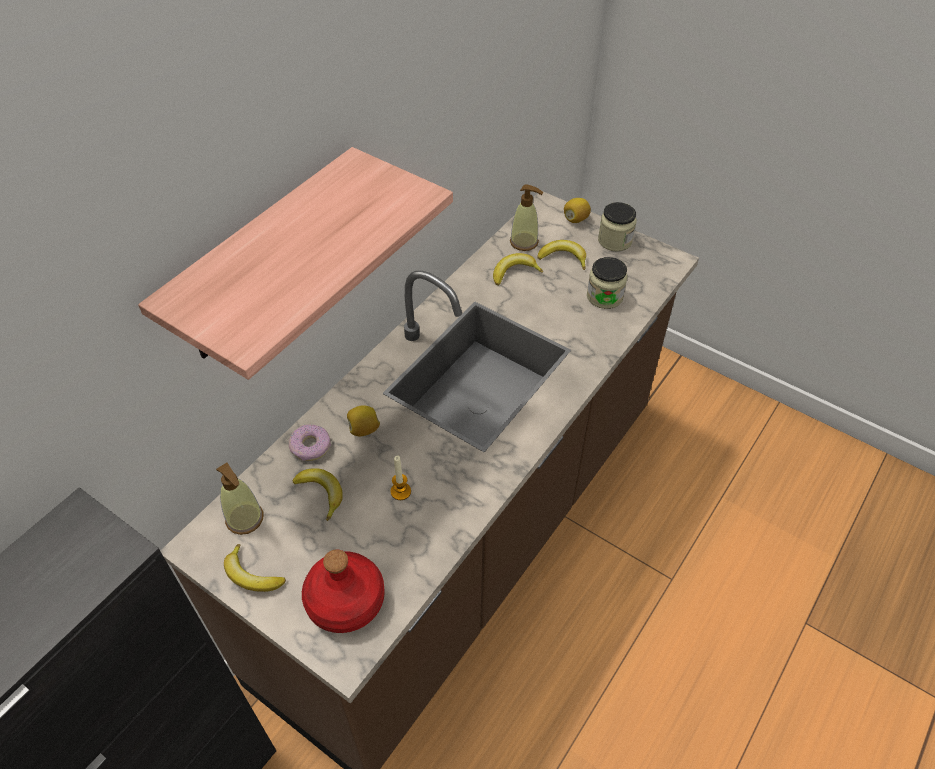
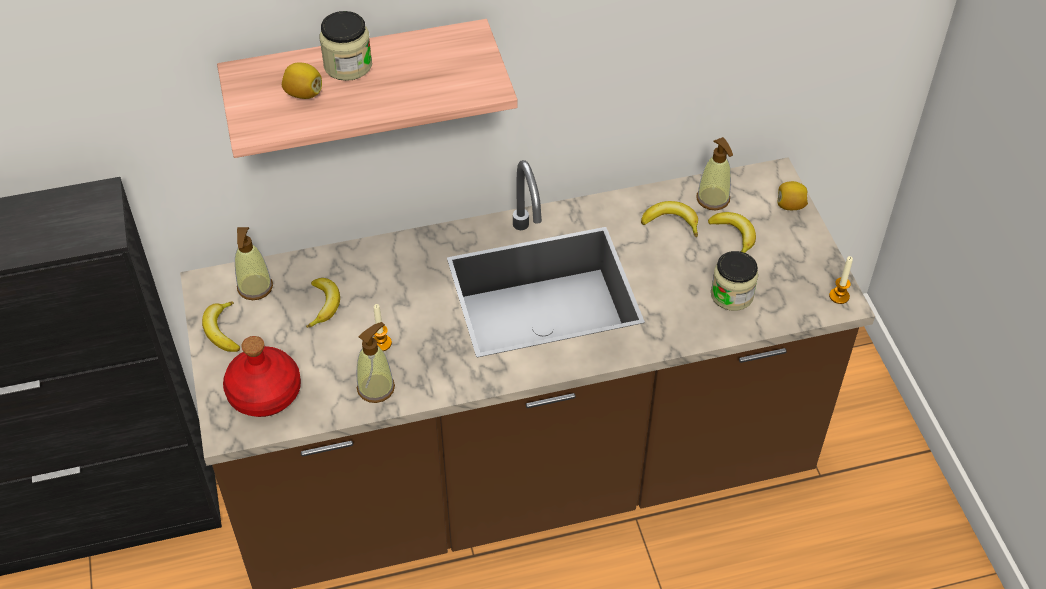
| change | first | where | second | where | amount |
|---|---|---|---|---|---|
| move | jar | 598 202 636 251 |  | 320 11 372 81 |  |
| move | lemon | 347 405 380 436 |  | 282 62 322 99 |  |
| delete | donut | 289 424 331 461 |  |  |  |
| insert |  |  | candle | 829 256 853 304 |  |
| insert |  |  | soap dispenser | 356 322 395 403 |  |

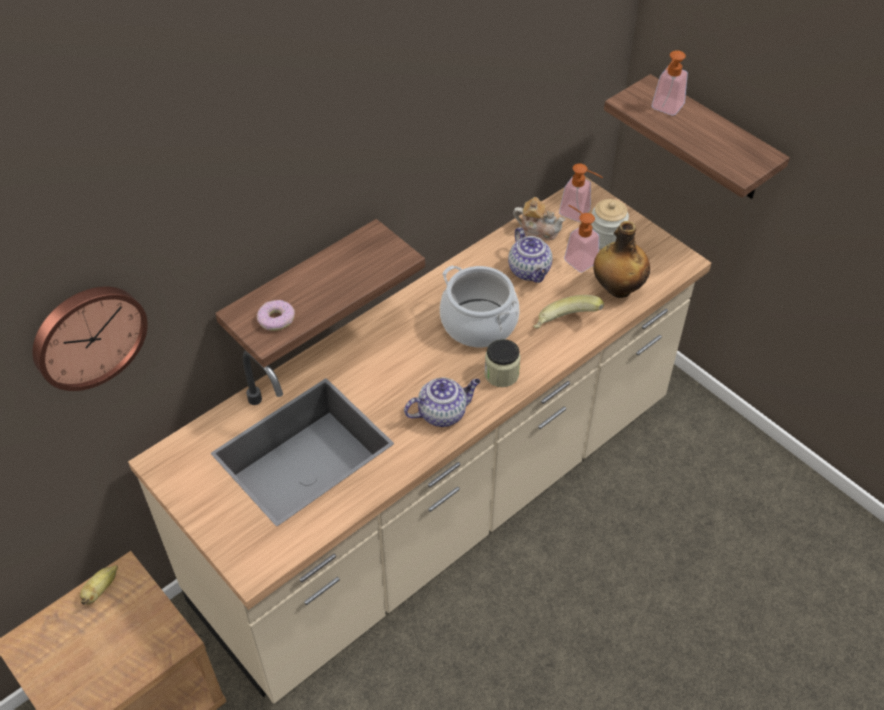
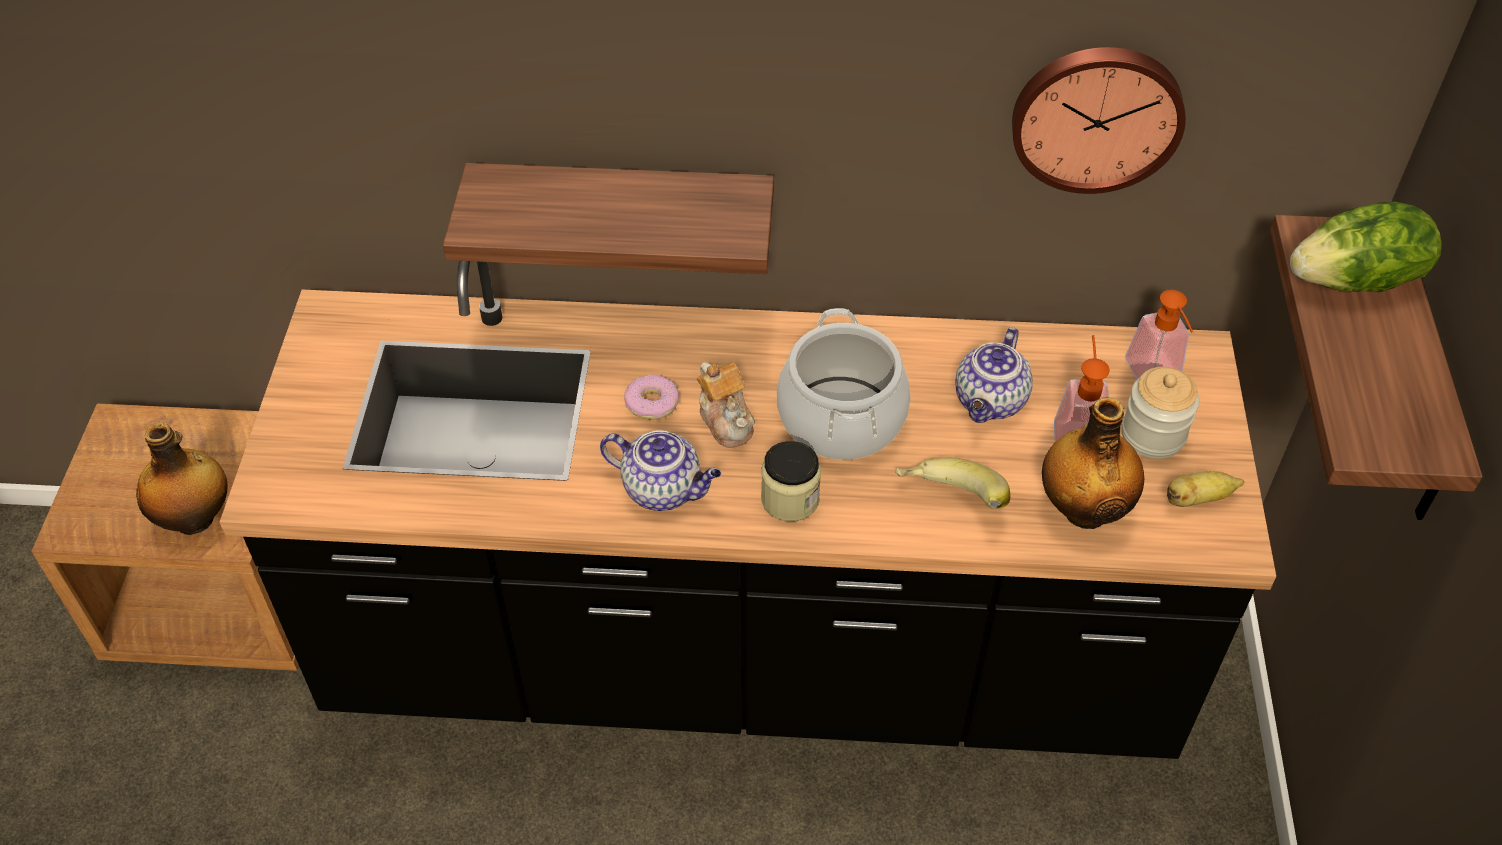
| change | first | where | second | where | amount |
|---|---|---|---|---|---|
| replace | soap dispenser | 652 50 688 115 | lettuce | 1290 202 1442 292 |  |
| recolor | counter (beige) | 128 176 711 704 | counter (black) | 220 261 1276 759 |  |
| move | teapot | 513 197 566 240 |  | 697 362 755 448 |  |
| move | wall clock | 32 287 148 391 |  | 1012 47 1186 194 |  |
| move | donut | 257 300 295 331 |  | 624 375 679 420 |  |
| move | banana | 80 565 118 605 |  | 1167 471 1244 507 |  |
| insert |  |  | bottle | 136 423 228 535 |  |

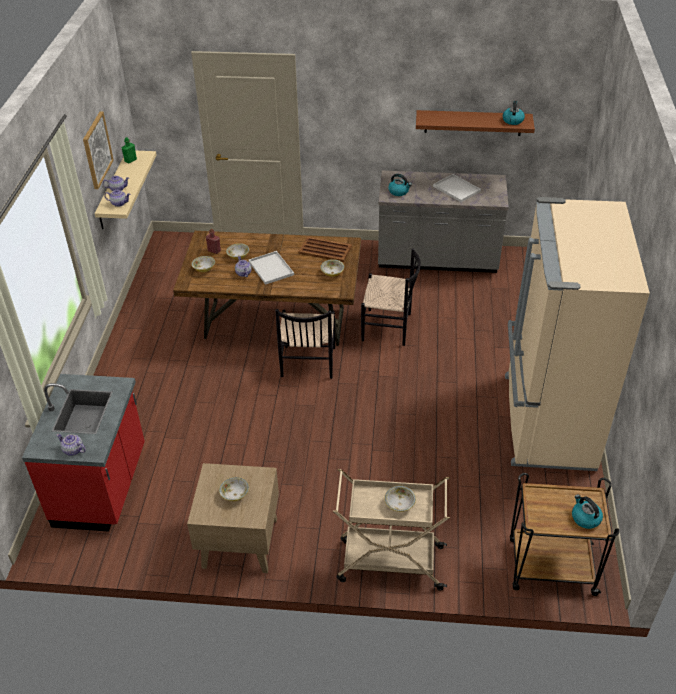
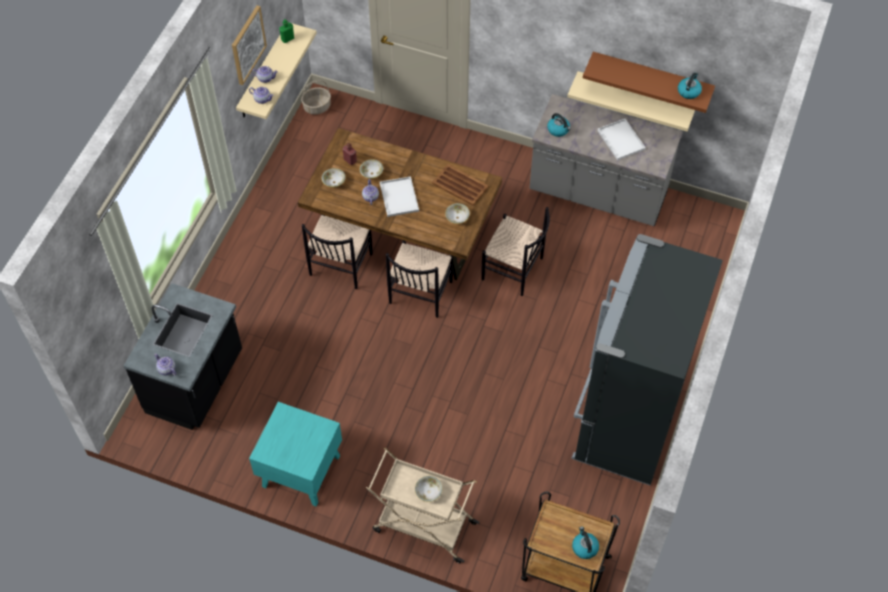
| change | first | where | second | where | amount |
|---|---|---|---|---|---|
| recolor | fridge (beige) | 505 197 650 471 | fridge (black) | 571 234 723 486 |  |
| recolor | counter (red) | 22 374 145 532 | counter (black) | 124 283 242 430 |  |
| recolor | nightstand (beige) | 187 463 279 573 | nightstand (turquoise) | 249 402 342 507 |  |
| delete | bowl | 219 477 249 501 |  |  |  |
| insert |  |  | shelf (beige) | 567 71 695 132 |  |
| insert |  |  | basket | 301 80 331 115 |  |
| insert |  |  | chair (black) | 302 214 373 289 |  |

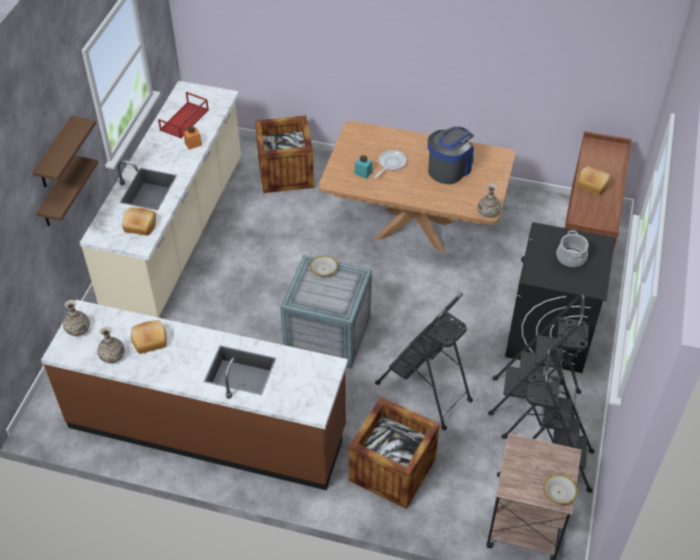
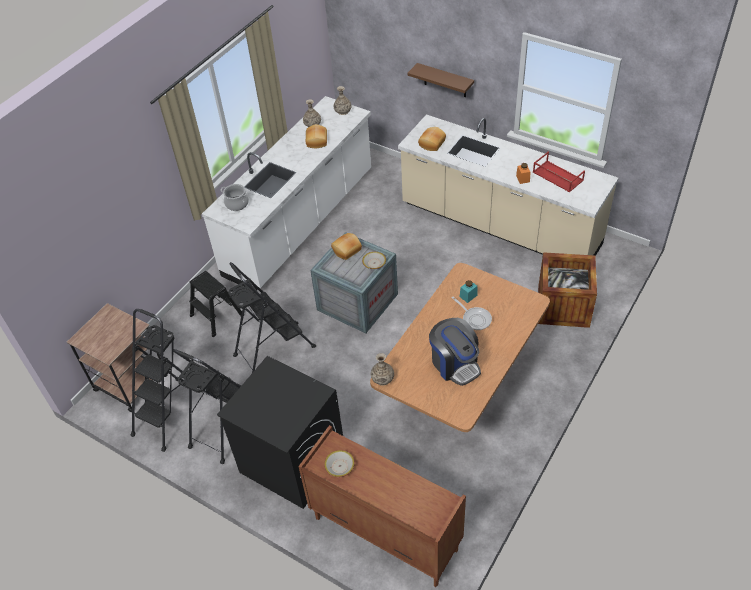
| change | first | where | second | where | amount |
|---|---|---|---|---|---|
| delete | shelf (brown) | 32 116 96 187 |  |  |  |
| move | bread | 578 166 610 196 |  | 331 233 362 260 |  |
| move | cooking pot | 556 230 589 267 |  | 220 184 249 211 |  |
| recolor | counter (brown) | 41 300 348 490 | counter (white) | 202 96 371 290 |  |
| replace | crate | 349 397 440 509 | step ladder (black) | 189 271 242 337 |  |
| move | bowl | 543 474 577 505 |  | 324 450 355 477 |  |

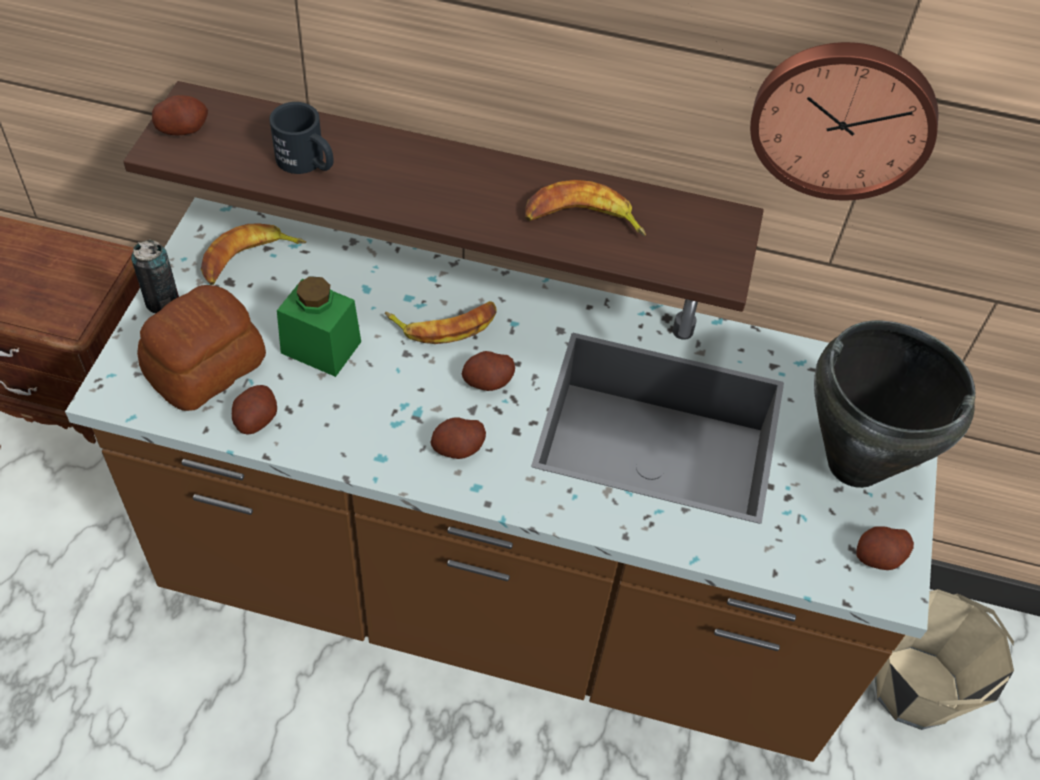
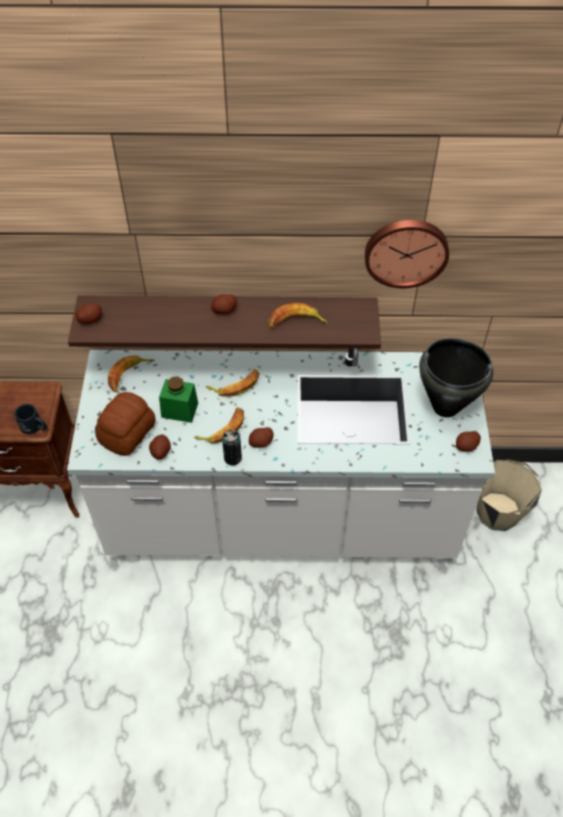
| change | first | where | second | where | amount |
|---|---|---|---|---|---|
| move | mug (black) | 269 102 334 174 |  | 14 403 47 434 |  |
| recolor | counter (brown) | 65 197 938 762 | counter (white) | 67 349 495 558 |  |
| move | can | 131 240 179 313 |  | 222 430 242 465 |  |
| move | potato | 462 351 515 391 |  | 211 294 237 314 |  |
| insert |  |  | banana | 194 407 244 444 |  |

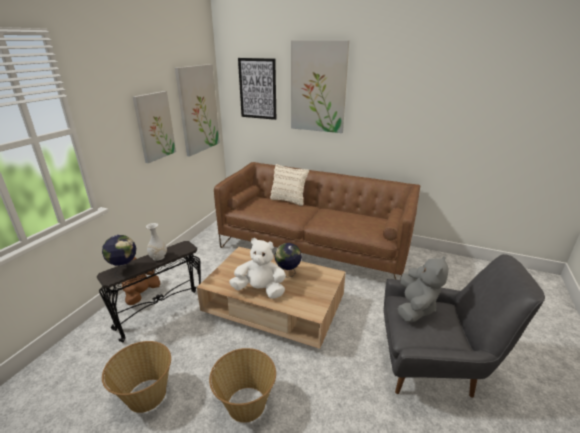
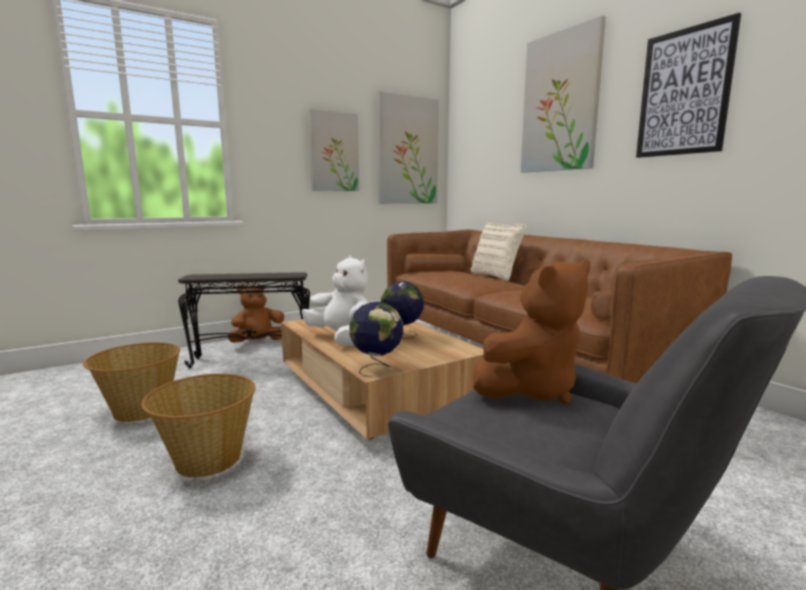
| change | first | where | second | where | amount |
|---|---|---|---|---|---|
| move | picture | 238 58 276 120 |  | 636 13 741 158 |  |
| delete | vase (white) | 146 223 167 261 |  |  |  |
| move | globe | 102 235 136 278 |  | 350 302 403 377 |  |
| recolor | plush toy (grey) | 398 256 449 322 | plush toy (brown) | 473 260 590 404 |  |

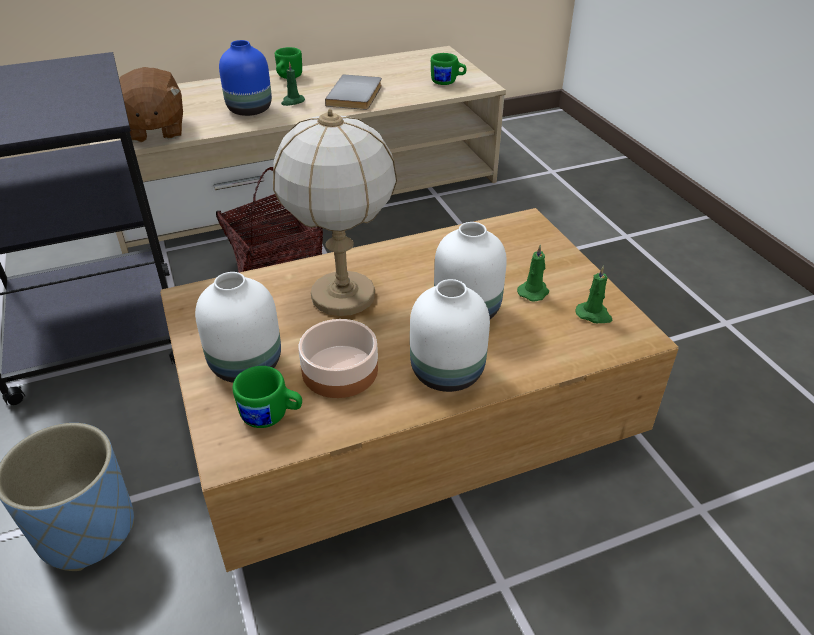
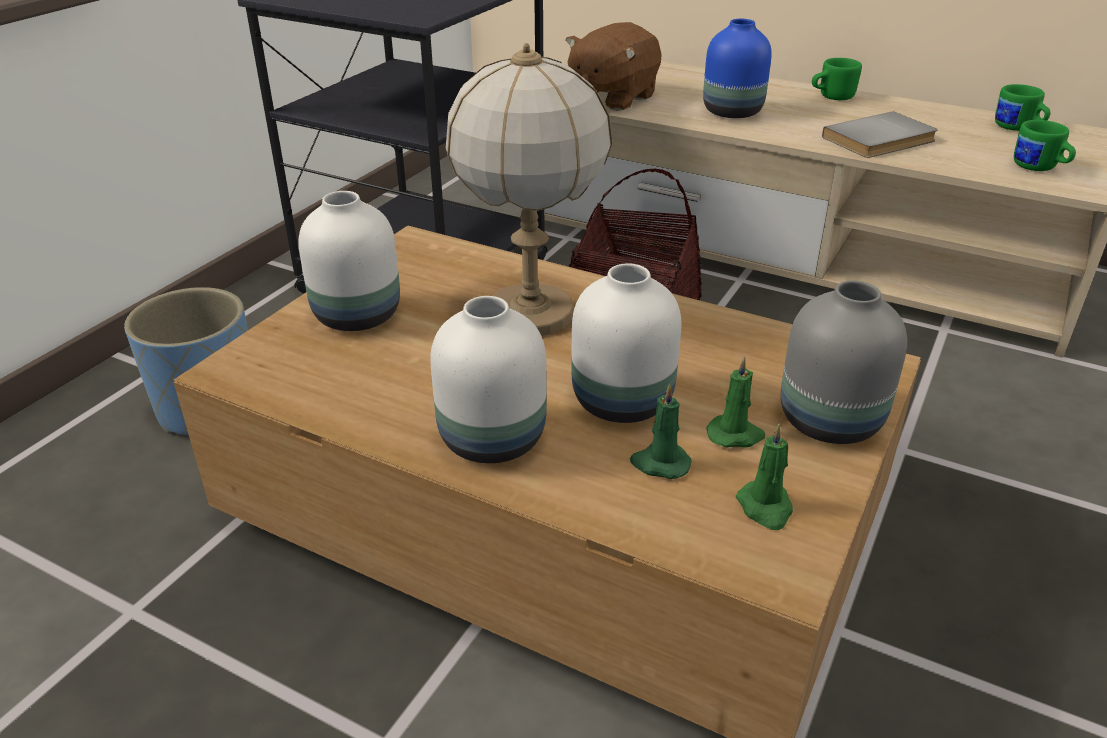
| change | first | where | second | where | amount |
|---|---|---|---|---|---|
| move | candle (green) | 281 62 305 106 |  | 630 383 692 479 |  |
| delete | bowl | 299 319 378 398 |  |  |  |
| move | mug (green) | 233 366 302 428 |  | 995 84 1050 131 |  |
| insert |  |  | vase (grey) | 781 280 907 444 |  |

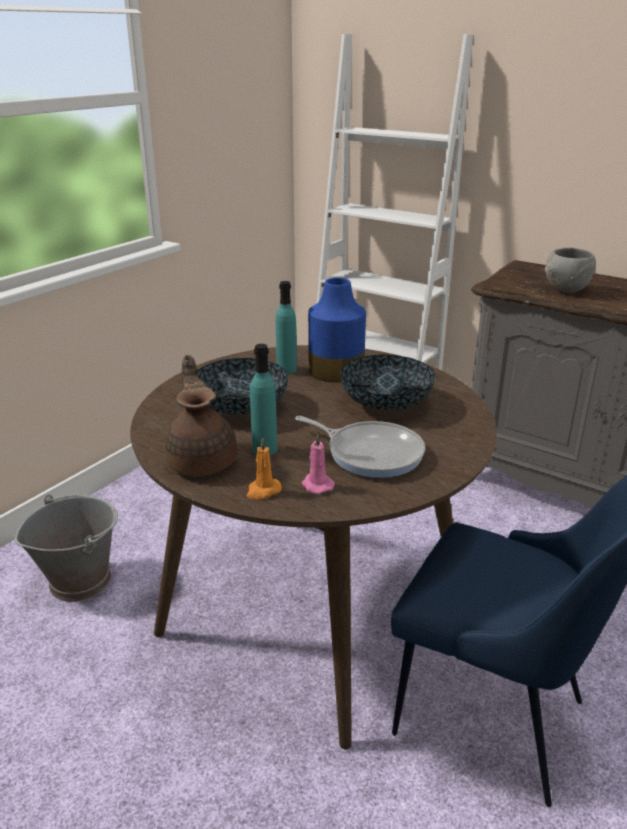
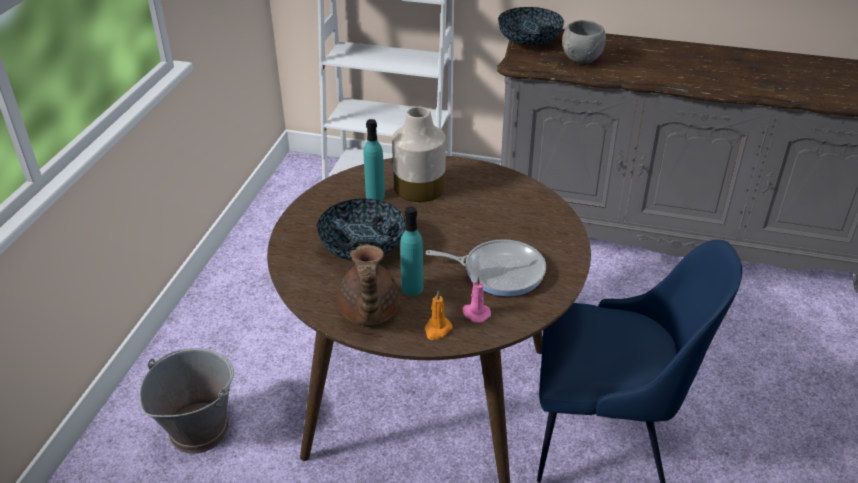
| change | first | where | second | where | amount |
|---|---|---|---|---|---|
| recolor | vase (blue) | 308 278 366 382 | vase (beige) | 392 107 446 202 |  |
| move | bowl | 340 354 436 410 |  | 498 7 564 45 |  |
| rotate | teapot (brown) | 165 355 237 476 |  | 337 245 400 325 | 150 degrees counterclockwise |

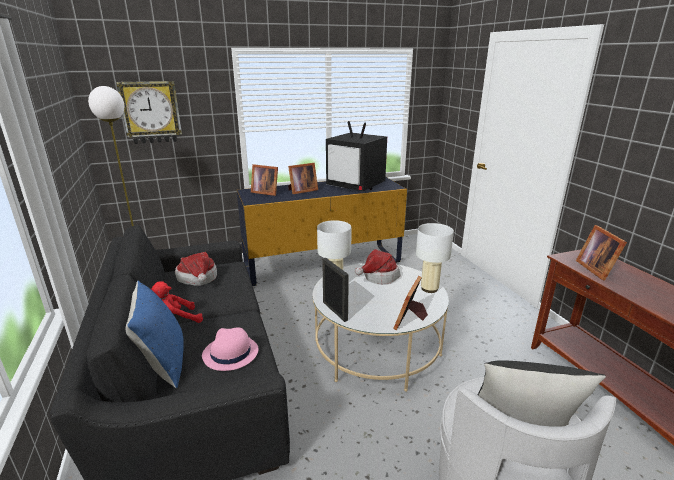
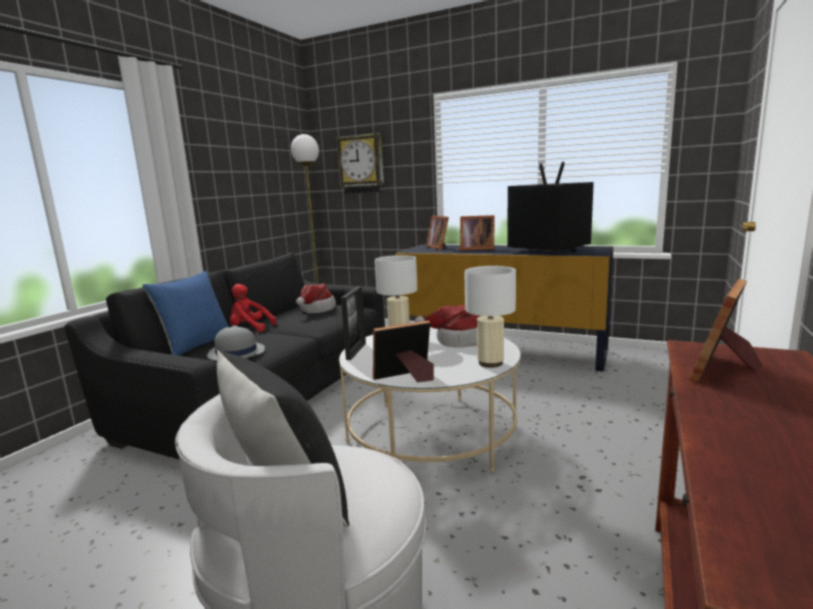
| change | first | where | second | where | amount |
|---|---|---|---|---|---|
| rotate | television | 326 121 387 191 |  | 508 162 594 252 | 150 degrees clockwise |
| recolor | hat (pink) | 202 327 258 371 | hat (grey) | 207 325 265 361 |  |

